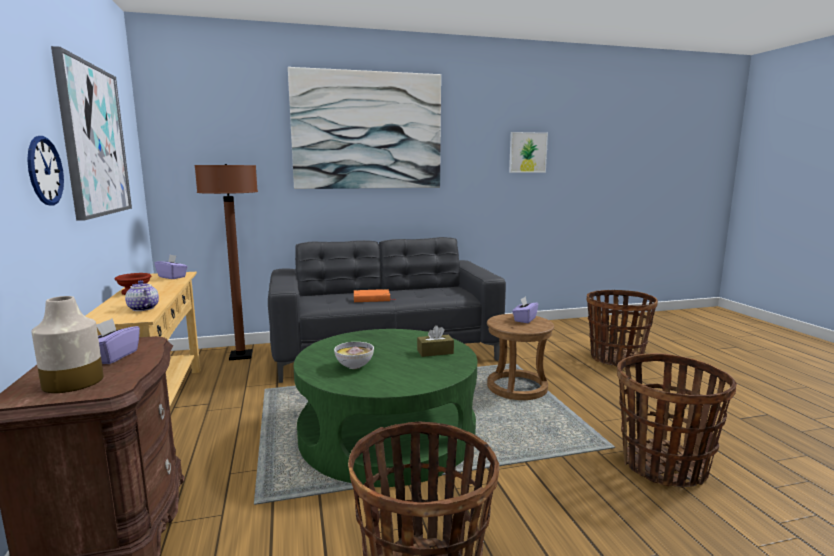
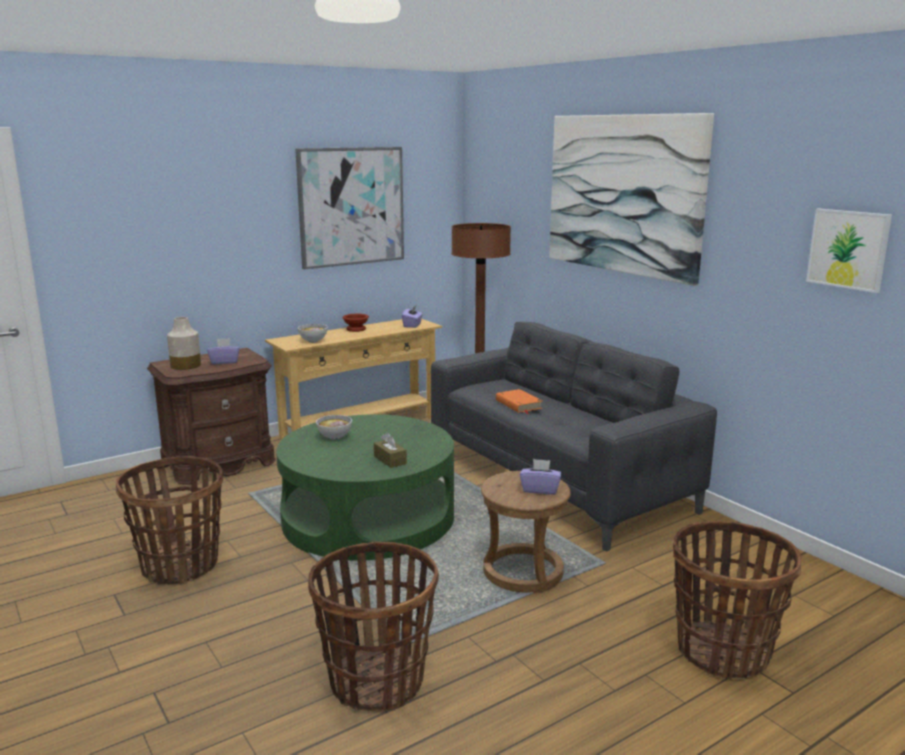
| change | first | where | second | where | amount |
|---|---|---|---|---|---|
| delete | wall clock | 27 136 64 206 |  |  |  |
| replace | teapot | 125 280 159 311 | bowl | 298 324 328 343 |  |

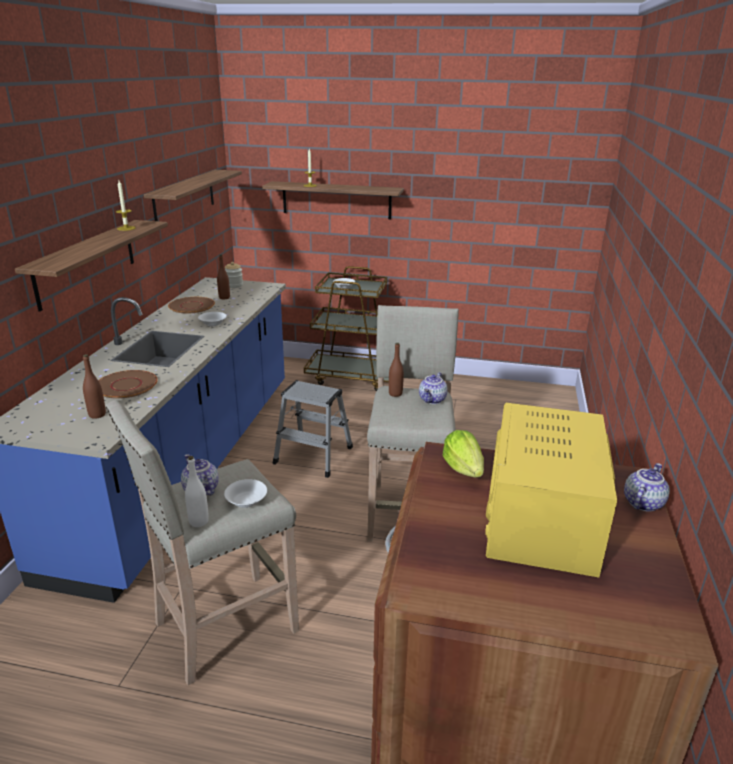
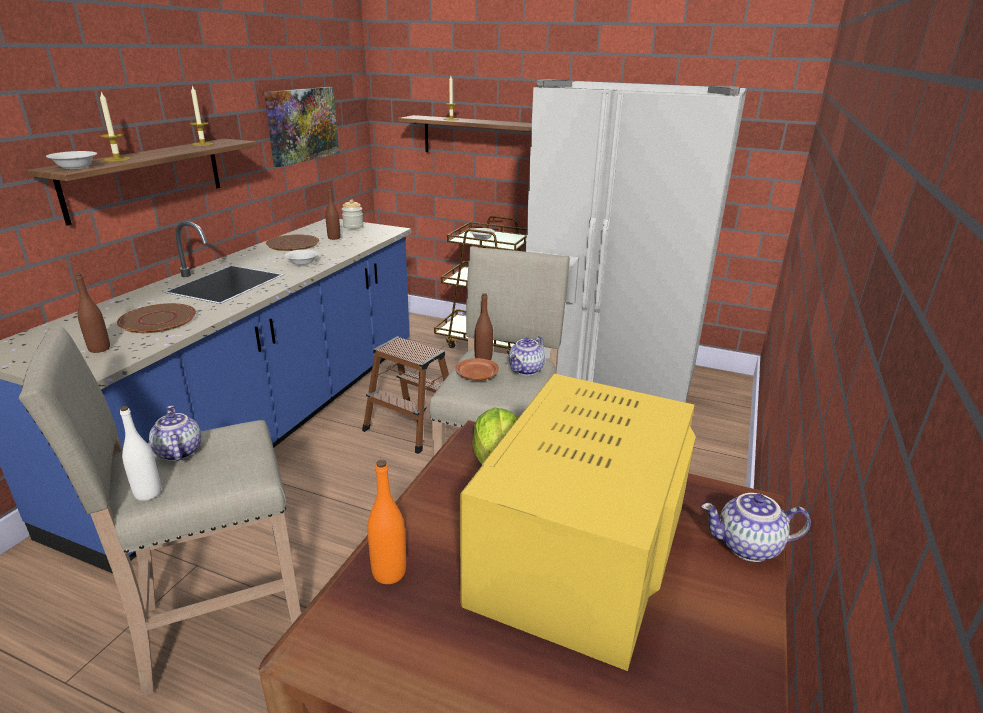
| change | first | where | second | where | amount |
|---|---|---|---|---|---|
| replace | shelf | 144 170 242 221 | picture | 264 87 339 167 |  |
| recolor | step ladder (grey) | 272 380 353 478 | step ladder (brown) | 362 336 449 454 |  |
| rotate | teapot | 624 463 670 511 |  | 701 493 811 562 | 135 degrees counterclockwise |
| move | bowl (white) | 224 479 267 508 |  | 46 151 97 169 |  |
| insert |  |  | fridge (white) | 526 79 747 403 |  |
| insert |  |  | candle | 100 92 131 161 |  |
| insert |  |  | plate (brown) | 455 358 499 381 |  |
| insert |  |  | bottle (orange) | 367 460 406 584 |  |

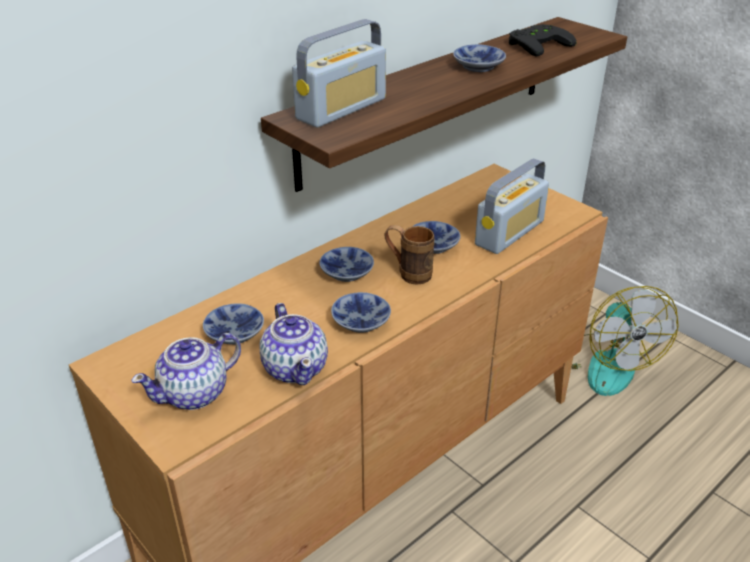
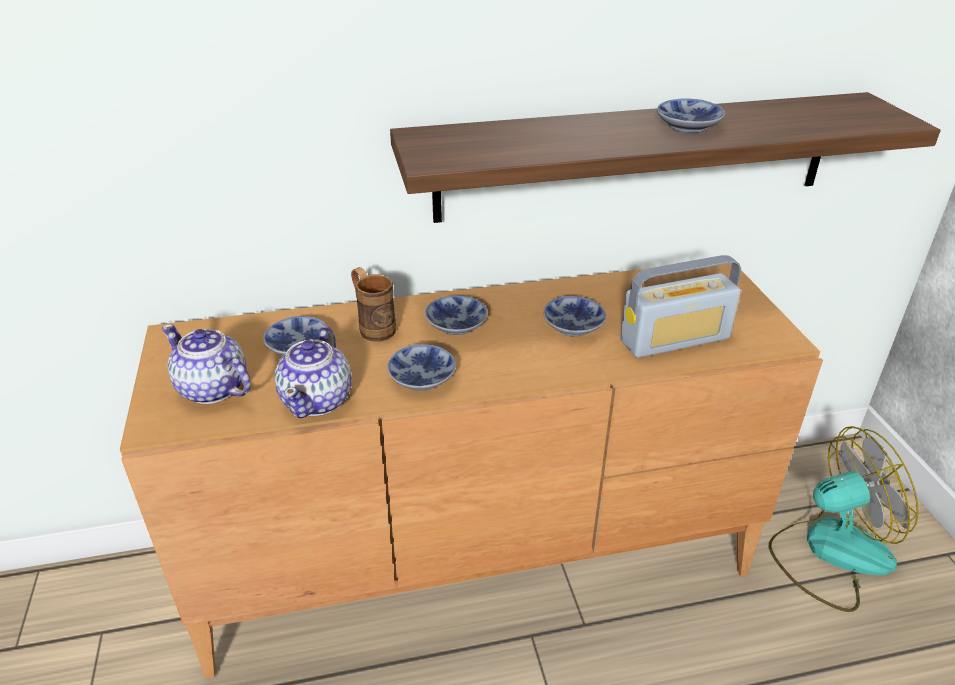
| change | first | where | second | where | amount |
|---|---|---|---|---|---|
| delete | radio | 292 19 386 128 |  |  |  |
| delete | game controller (black) | 509 24 576 57 |  |  |  |
| move | mug (brown) | 384 225 435 285 |  | 351 267 396 342 |  |
| rotate | fan | 571 286 679 396 |  | 768 426 919 612 | 120 degrees counterclockwise |
| rotate | teapot | 131 333 241 410 |  | 162 324 251 404 | 45 degrees clockwise |

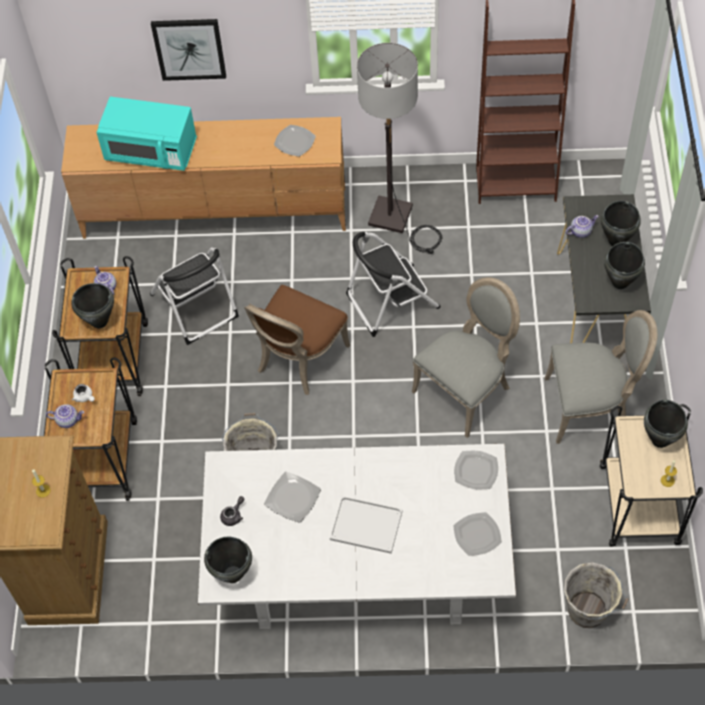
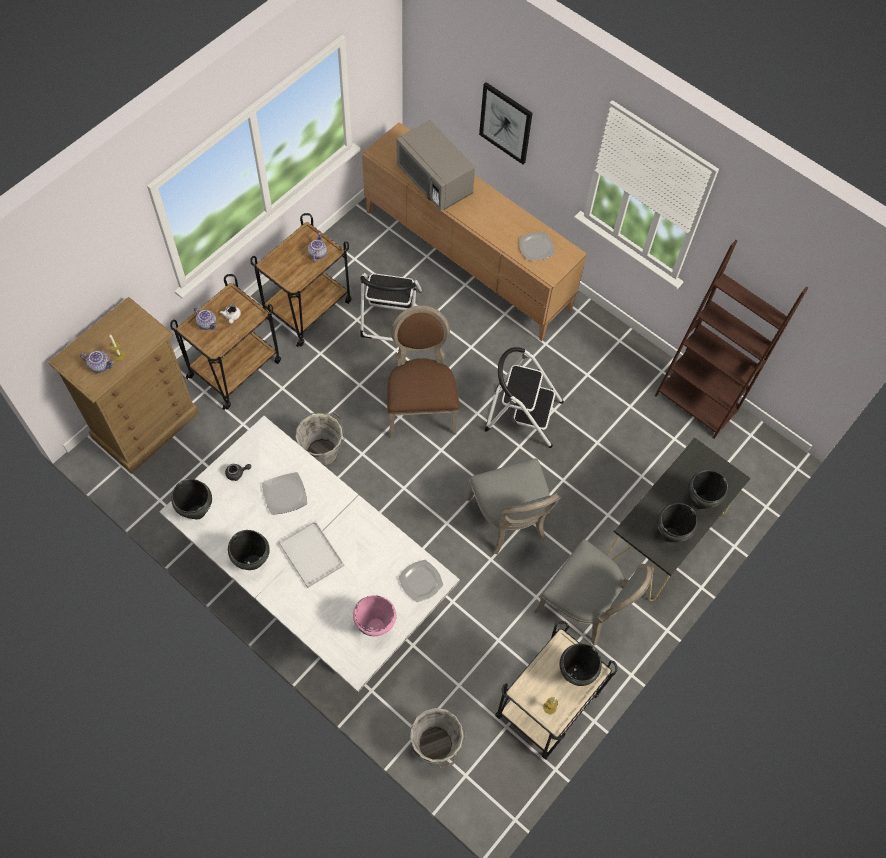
| change | first | where | second | where | amount |
|---|---|---|---|---|---|
| delete | floor lamp | 357 43 442 255 |  |  |  |
| recolor | microwave (turquoise) | 97 97 197 171 | microwave (grey) | 396 120 475 211 |  |
| move | teapot | 566 215 599 238 |  | 80 351 114 373 |  |
| rotate | chair (grey) | 412 277 520 438 |  | 467 458 561 554 | 75 degrees clockwise |
| move | cooking pot (black) | 71 283 114 328 |  | 228 530 270 570 |  |
| rotate | chair (brown) | 244 285 350 395 |  | 387 306 459 438 | 105 degrees clockwise |
| replace | plate | 453 512 502 556 | cooking pot (pink) | 353 595 396 636 |  |

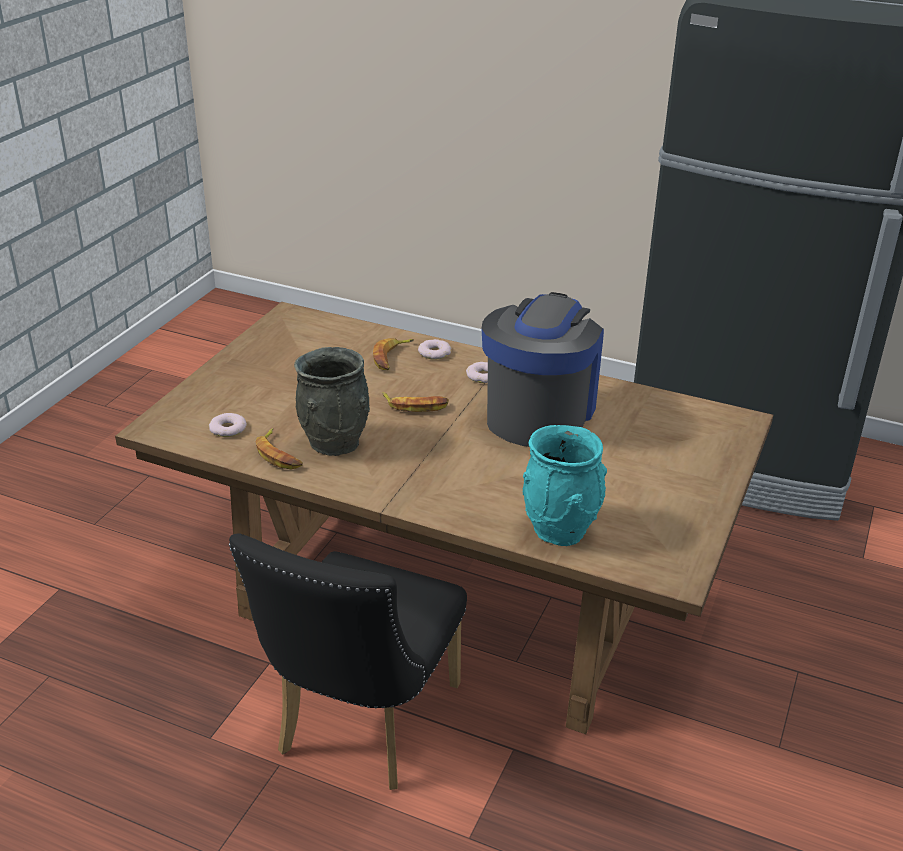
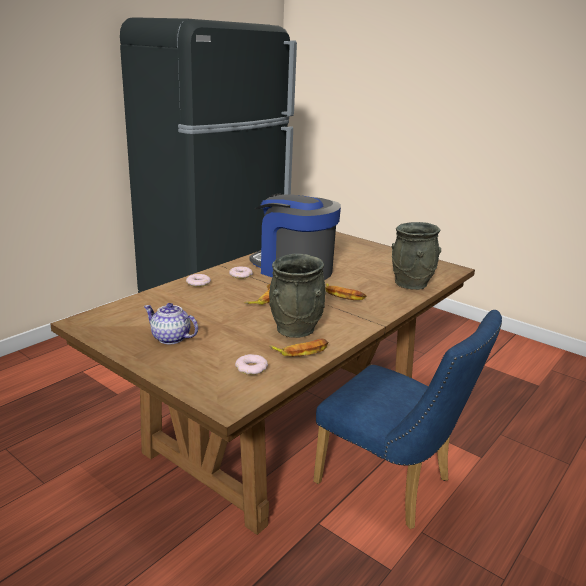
| change | first | where | second | where | amount |
|---|---|---|---|---|---|
| move | banana | 373 338 414 370 |  | 325 283 366 300 |  |
| recolor | vase (turquoise) | 523 425 607 546 | vase (grey) | 392 222 441 290 |  |
| recolor | chair (black) | 229 533 467 790 | chair (blue) | 313 310 502 529 |  |
| insert |  |  | teapot | 144 303 198 344 |  |

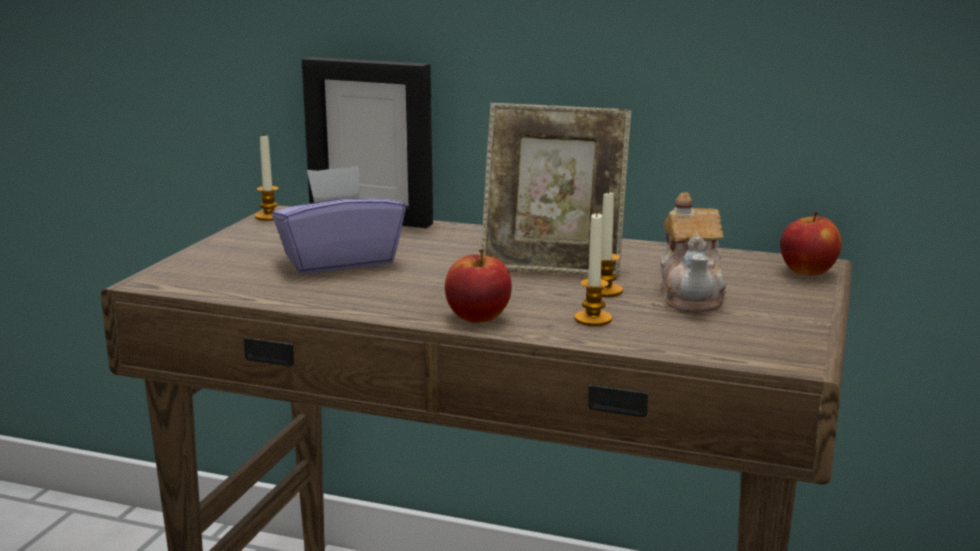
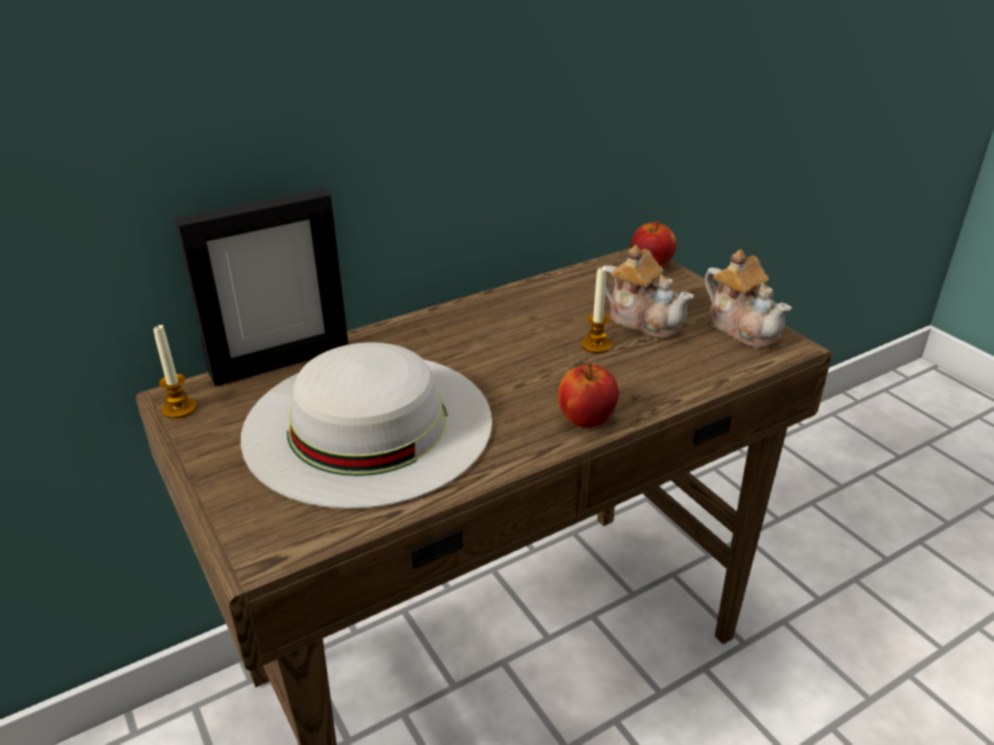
| change | first | where | second | where | amount |
|---|---|---|---|---|---|
| delete | picture frame | 481 103 632 277 |  |  |  |
| replace | tissue box (purple) | 272 166 406 274 | hat (white) | 241 342 492 509 |  |
| delete | candle | 574 212 612 326 |  |  |  |
| insert |  |  | teapot | 705 249 792 349 |  |

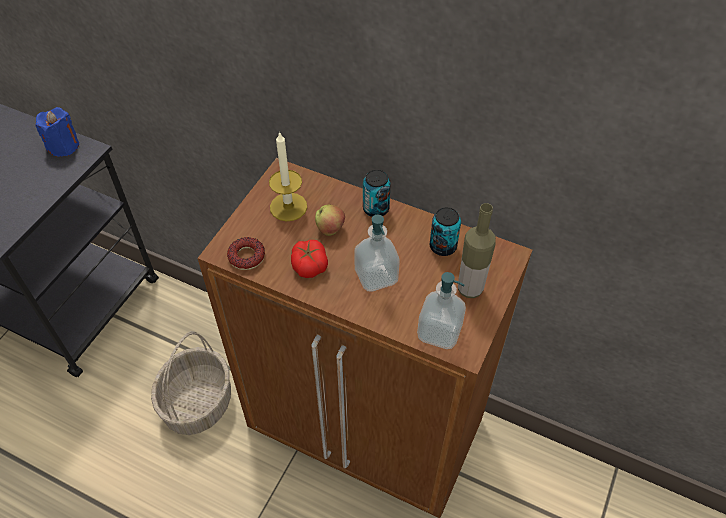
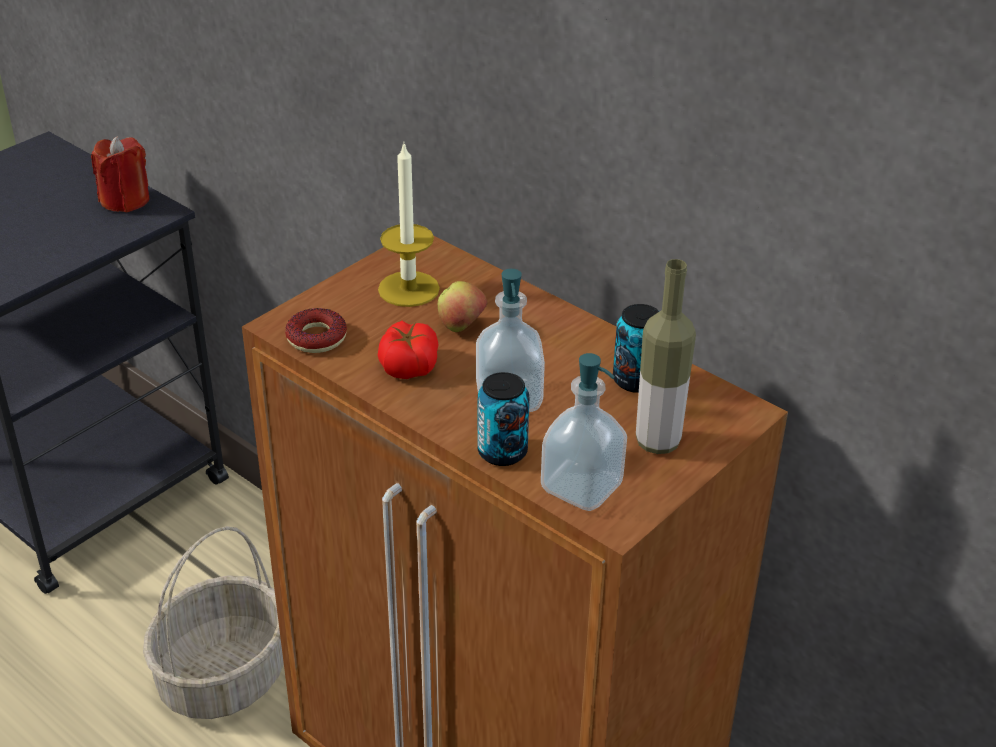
| change | first | where | second | where | amount |
|---|---|---|---|---|---|
| recolor | candle (blue) | 35 107 79 157 | candle (red) | 91 136 150 212 |  |
| move | can | 363 170 391 217 |  | 478 372 529 466 |  |

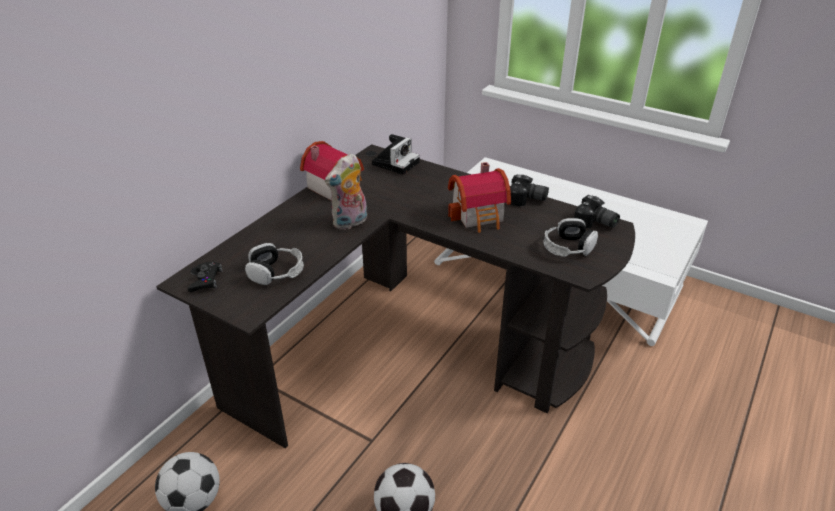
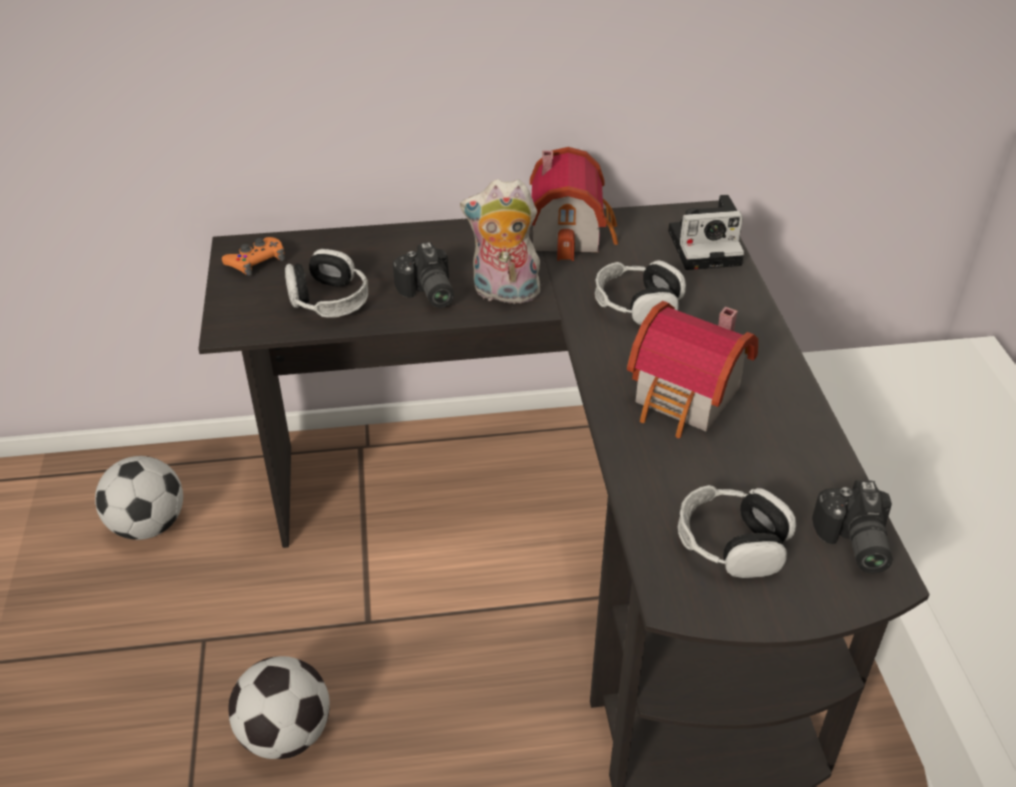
| change | first | where | second | where | amount |
|---|---|---|---|---|---|
| move | photo camera | 510 174 549 206 |  | 393 242 454 308 |  |
| recolor | game controller (black) | 188 262 223 292 | game controller (orange) | 222 237 285 276 |  |
| insert |  |  | headphones | 595 260 686 325 |  |

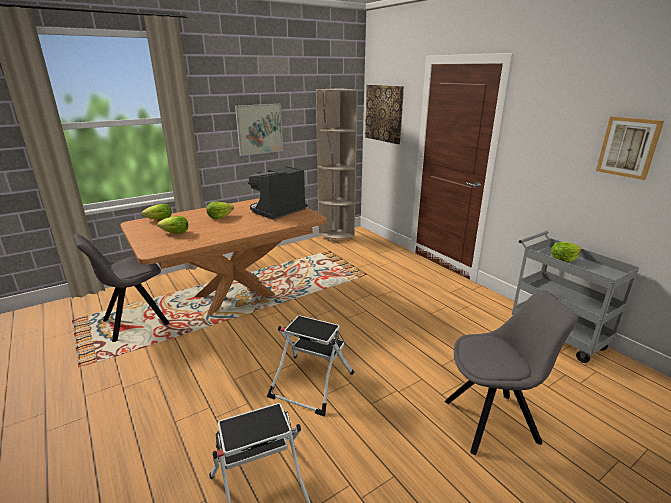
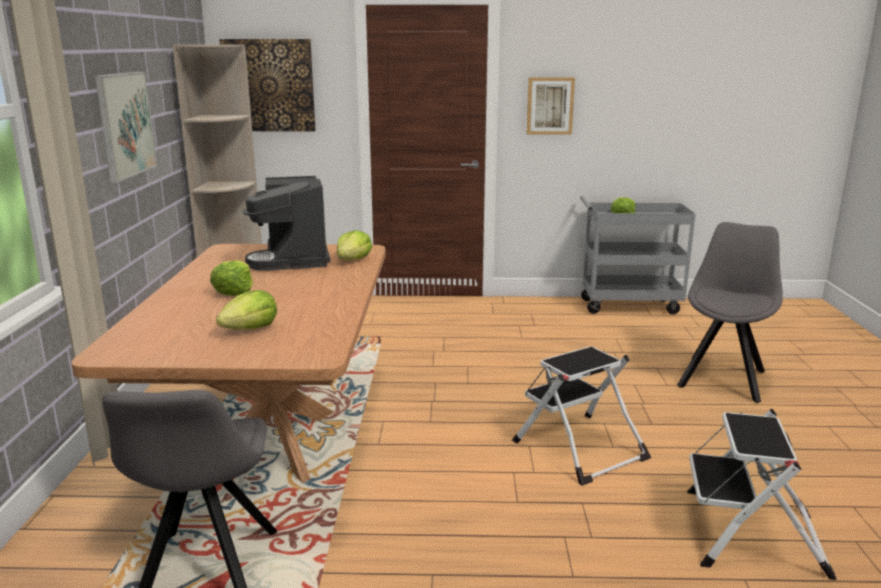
| change | first | where | second | where | amount |
|---|---|---|---|---|---|
| move | picture | 596 116 664 180 |  | 527 77 575 135 |  |
| move | lettuce | 142 204 171 220 |  | 337 230 372 260 |  |

